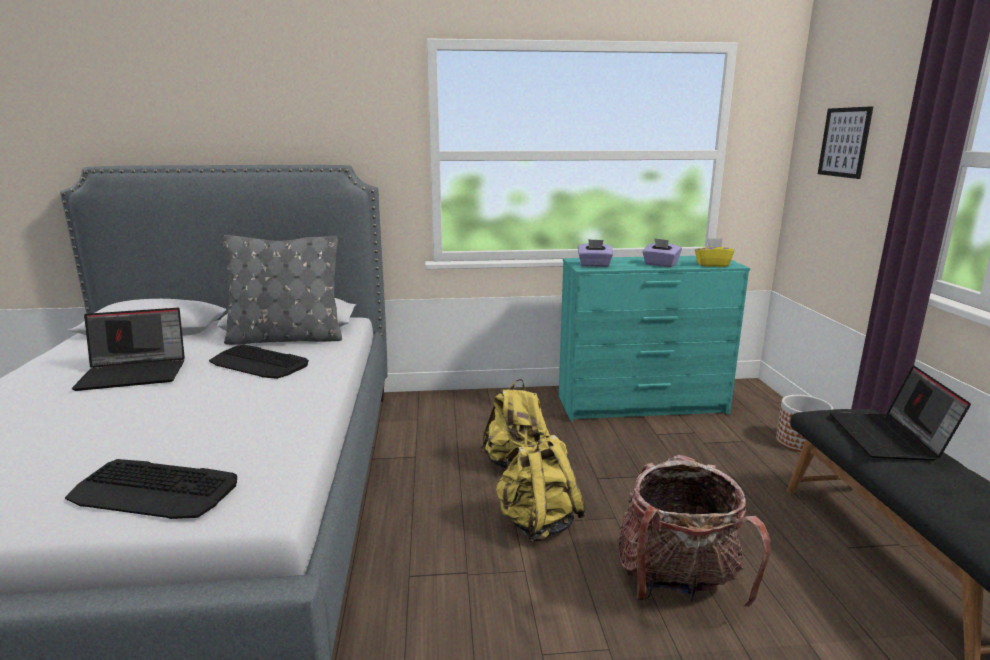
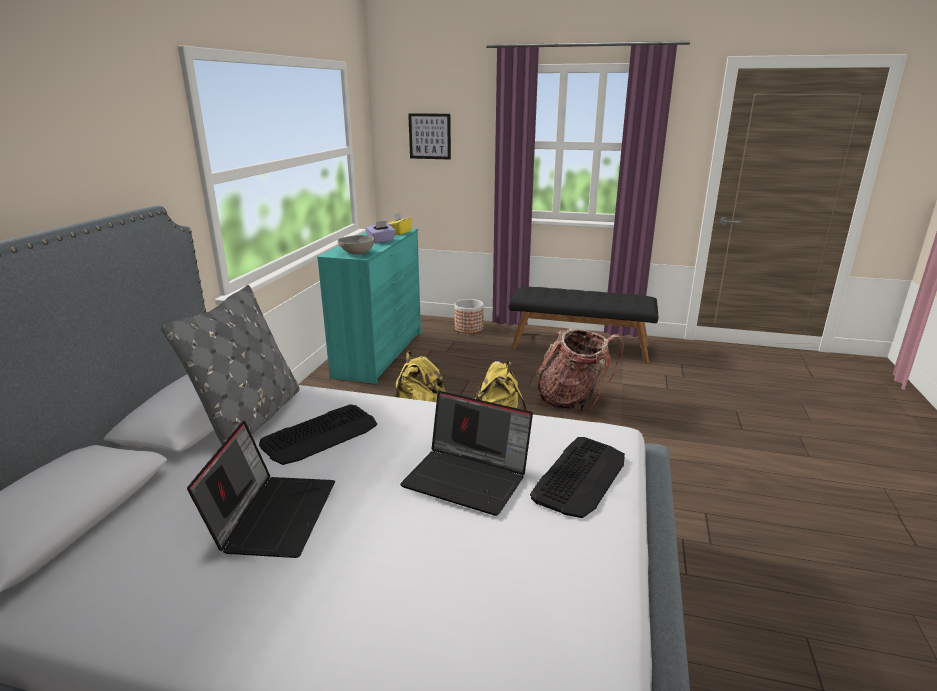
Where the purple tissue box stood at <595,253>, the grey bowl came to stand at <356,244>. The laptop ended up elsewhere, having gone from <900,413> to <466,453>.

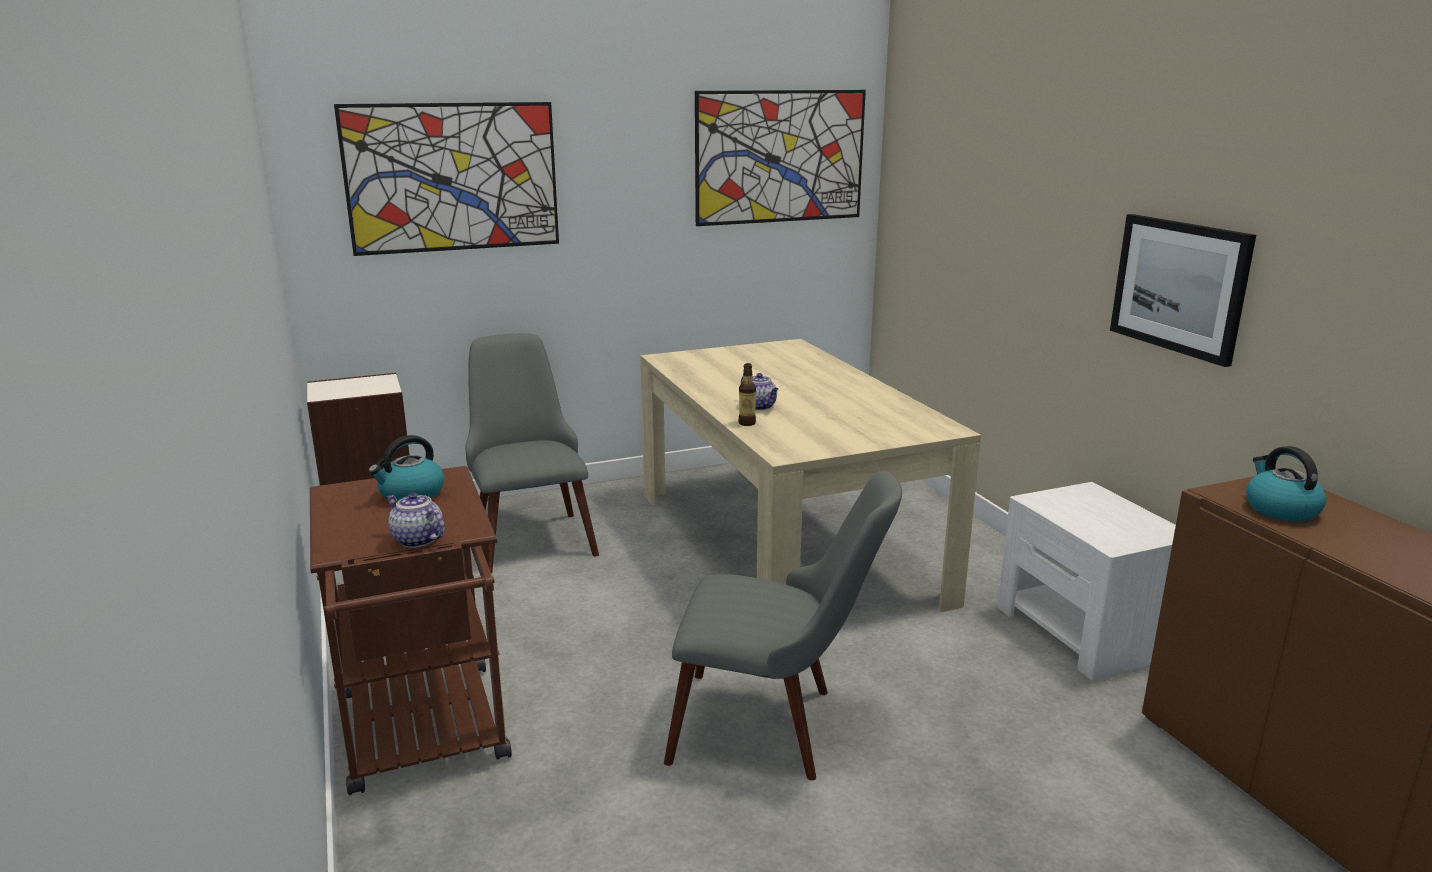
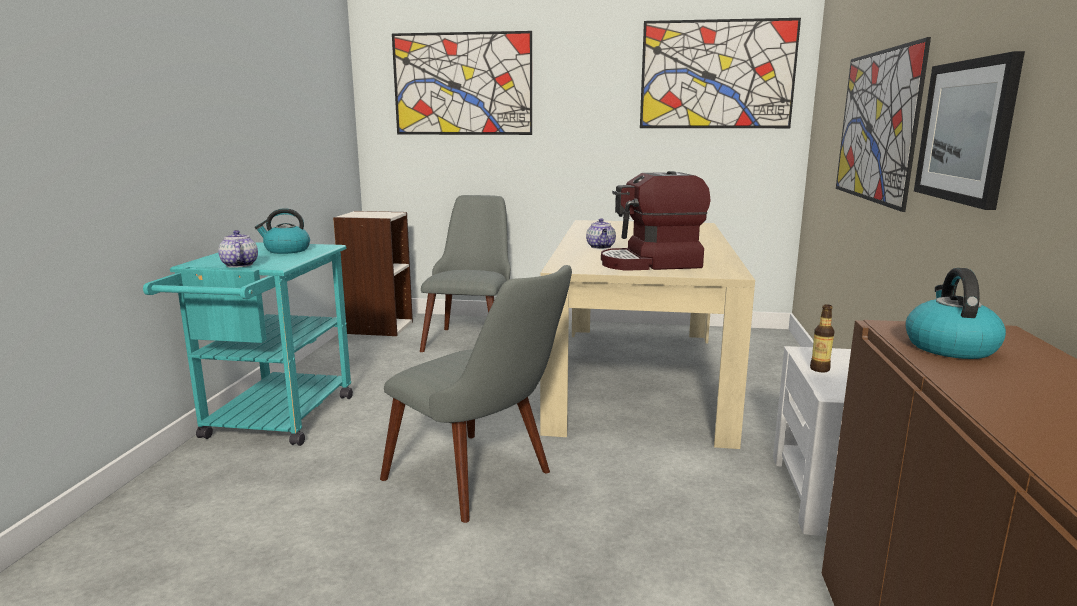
The bottle ended up elsewhere, having gone from <747,394> to <822,338>. What was the brown cart at <411,630> turned into the turquoise cart at <248,344>. The second view gained the picture at <883,124>. The second view gained the coffee machine at <655,221>.

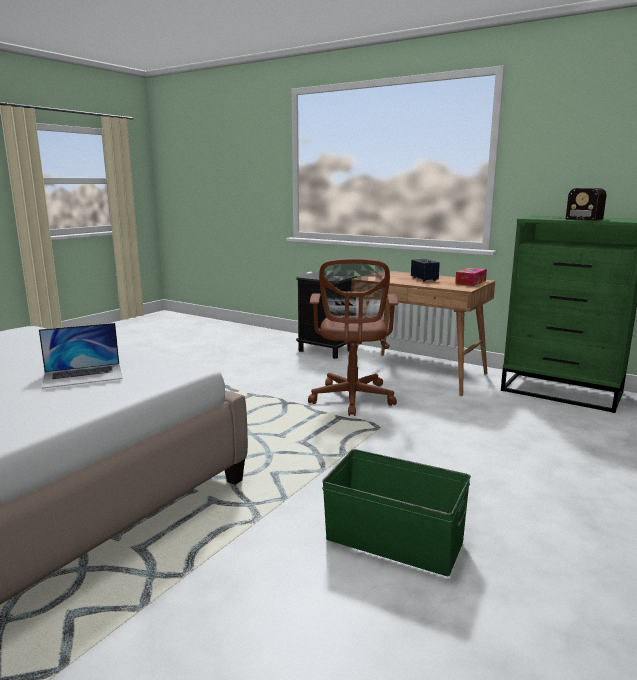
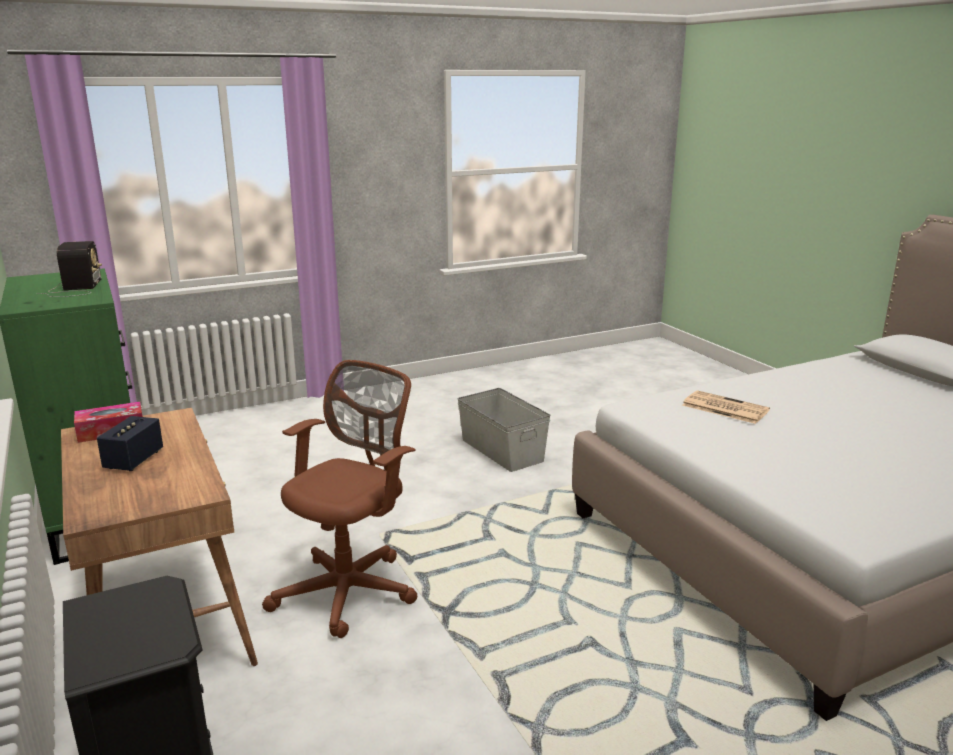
Where the laptop stood at <81,356>, the newspaper came to stand at <726,407>. What was the green storage box at <396,512> turned into the grey storage box at <504,430>.

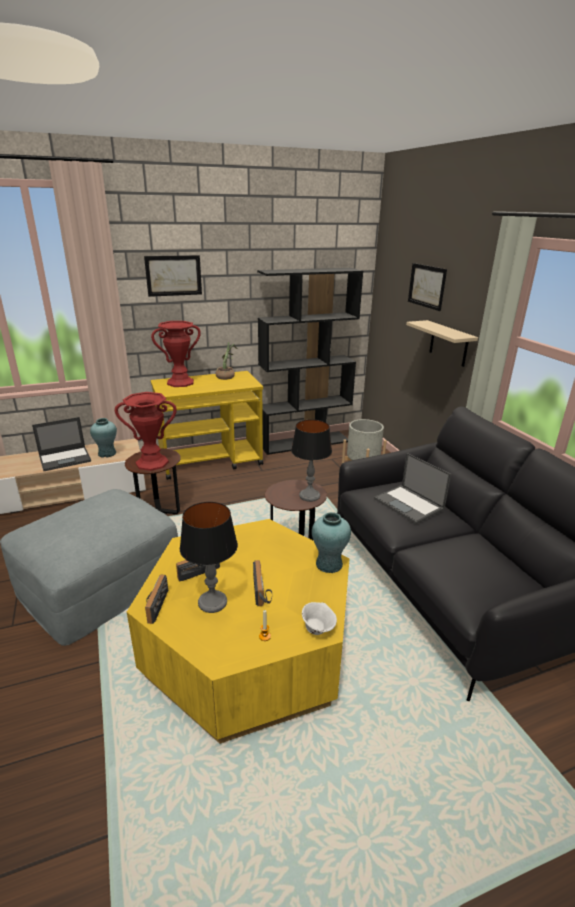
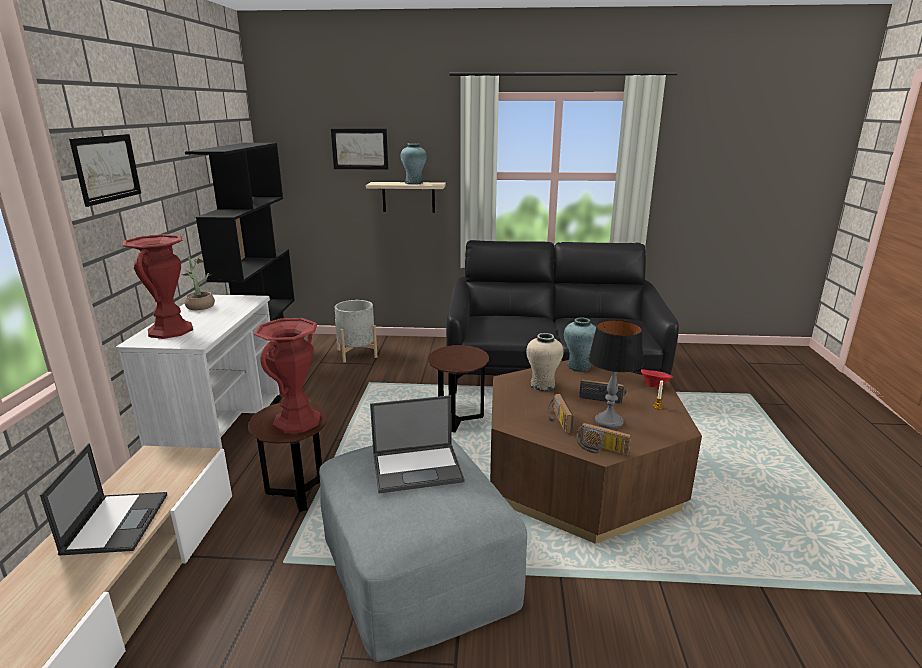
What was the yellow cart at <207,425> turned into the white cart at <198,382>. The turquoise vase ended up elsewhere, having gone from <103,438> to <414,164>. The second view lost the table lamp at <311,460>. The laptop ended up elsewhere, having gone from <412,488> to <417,444>. What was the yellow coffee table at <238,631> turned into the brown coffee table at <596,452>. What was the white bowl at <319,618> turned into the red bowl at <657,378>. The second view gained the beige vase at <545,362>.

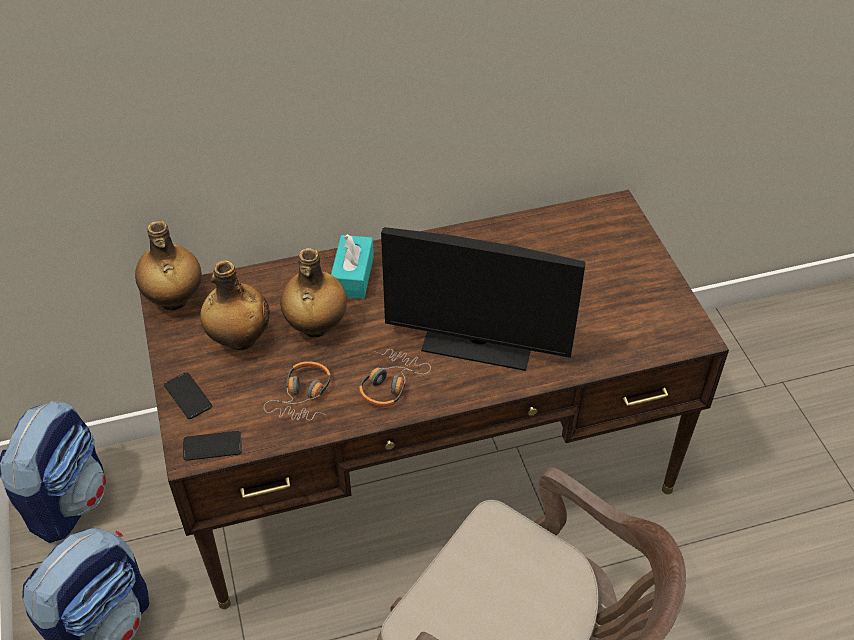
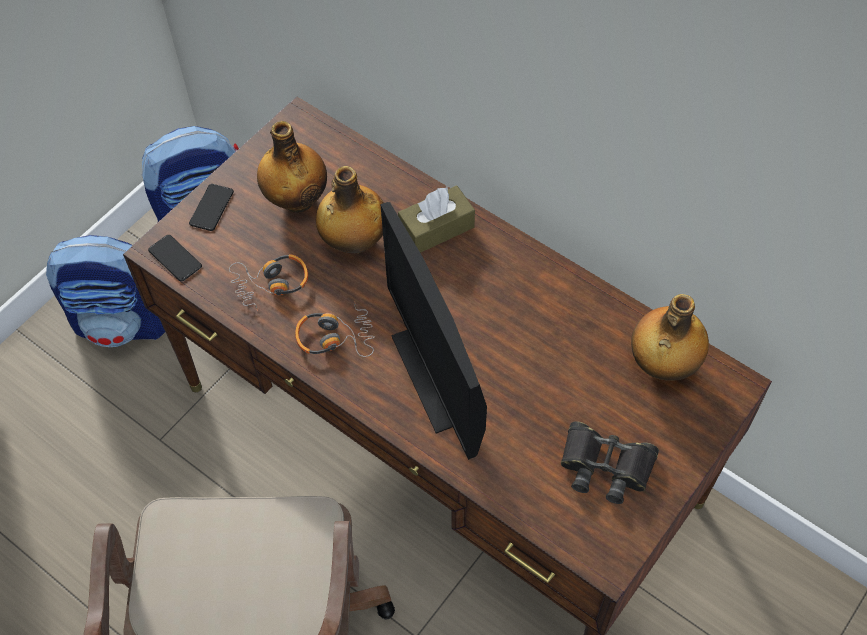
The bottle ended up elsewhere, having gone from <168,265> to <670,337>. What was the turquoise tissue box at <352,266> turned into the brown tissue box at <436,219>. The second view gained the black binoculars at <610,462>.

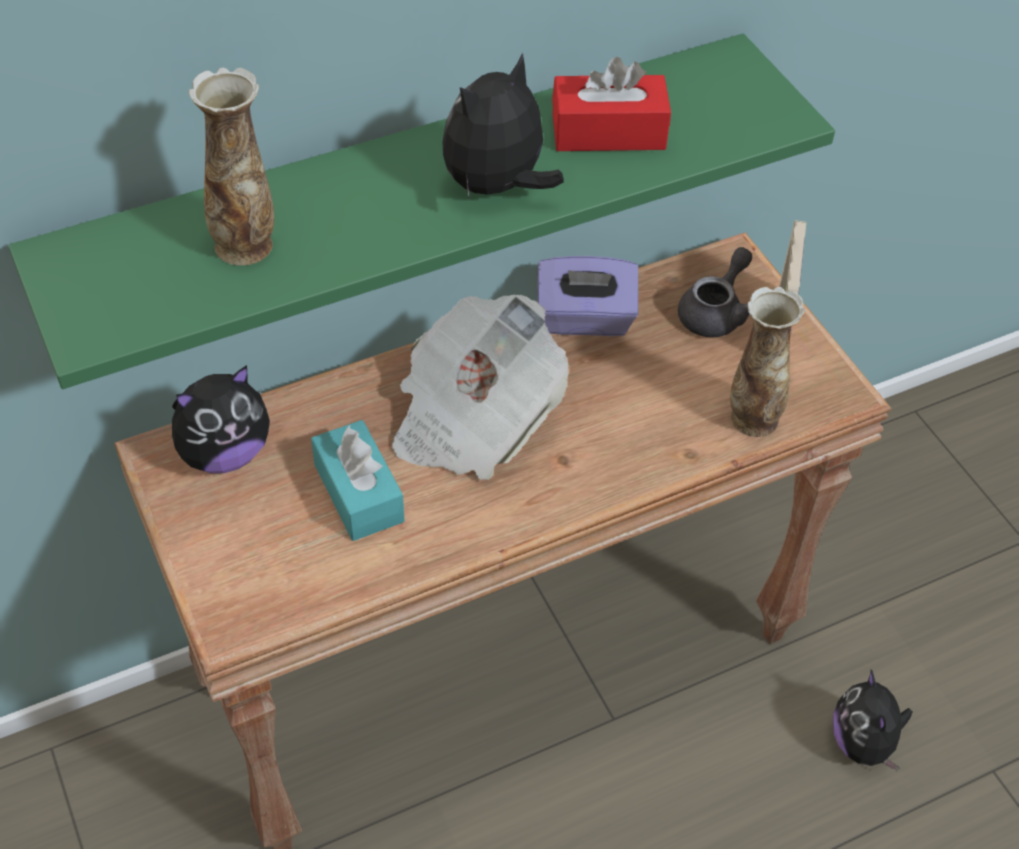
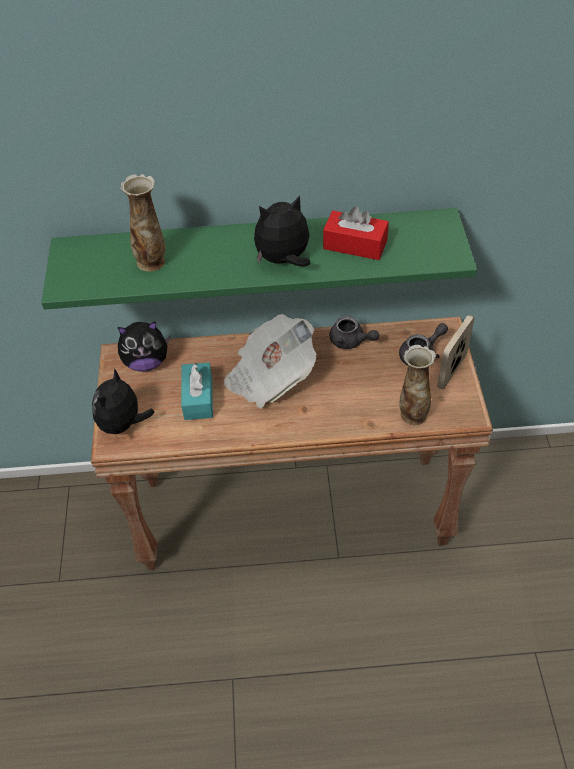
Where the purple tissue box stood at <588,296>, the grey teapot came to stand at <354,332>. The plush toy ended up elsewhere, having gone from <873,720> to <123,403>.

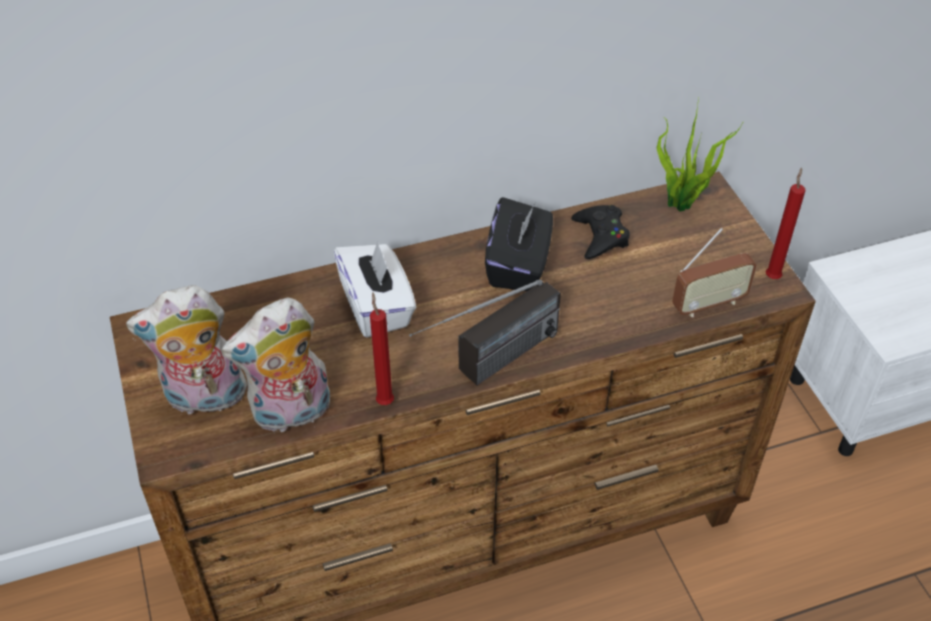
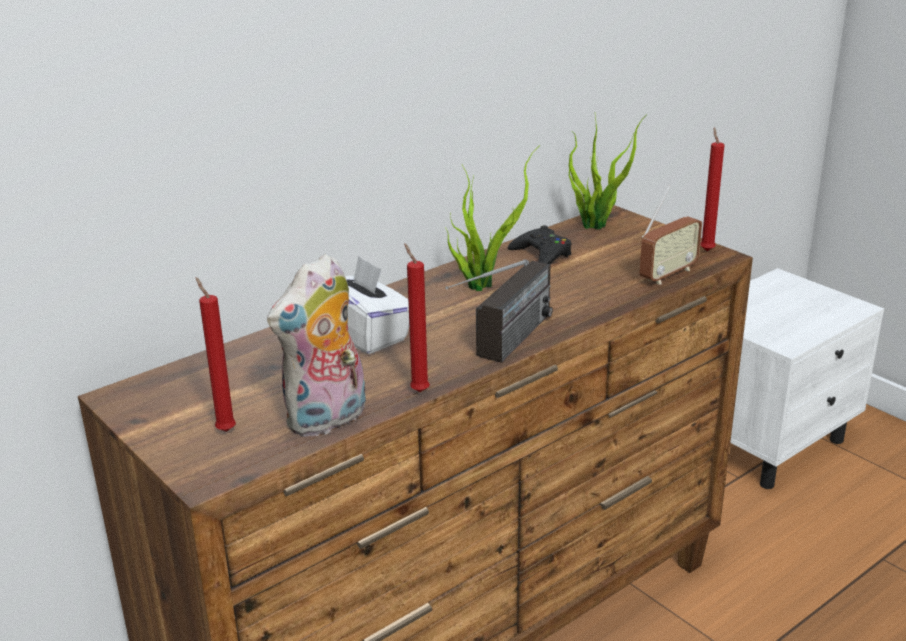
Where the black tissue box stood at <519,244>, the potted plant came to stand at <492,218>. Where the plush toy stood at <186,351>, the red candle came to stand at <216,354>.

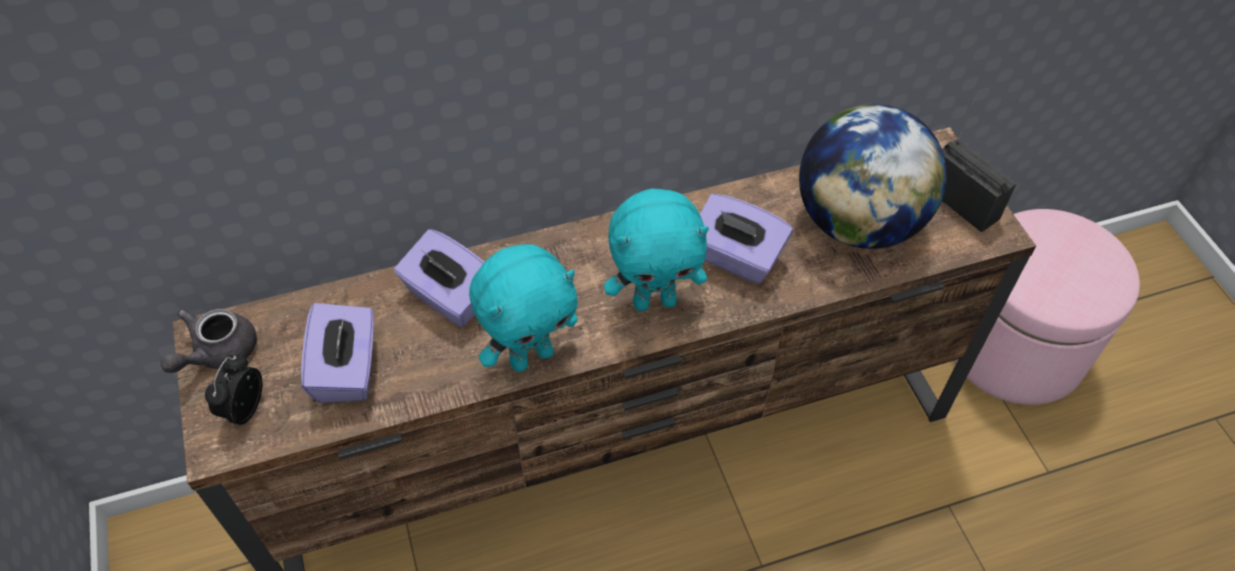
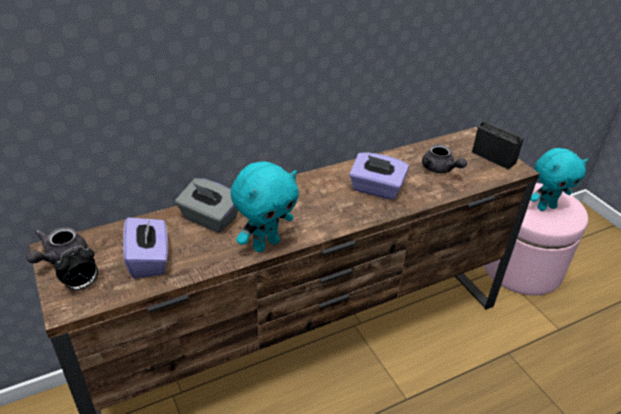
Where the globe stood at <873,176>, the grey teapot came to stand at <444,159>. The turquoise plush toy ended up elsewhere, having gone from <656,249> to <559,179>. What was the purple tissue box at <439,278> turned into the grey tissue box at <206,205>. The alarm clock at <233,390> ended up facing another way, 135 degrees counterclockwise from before.

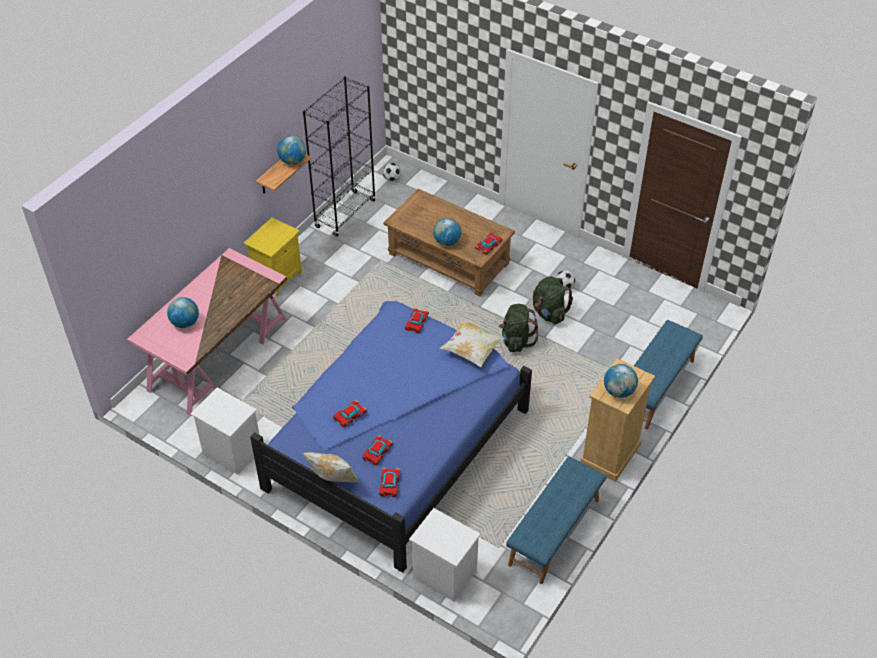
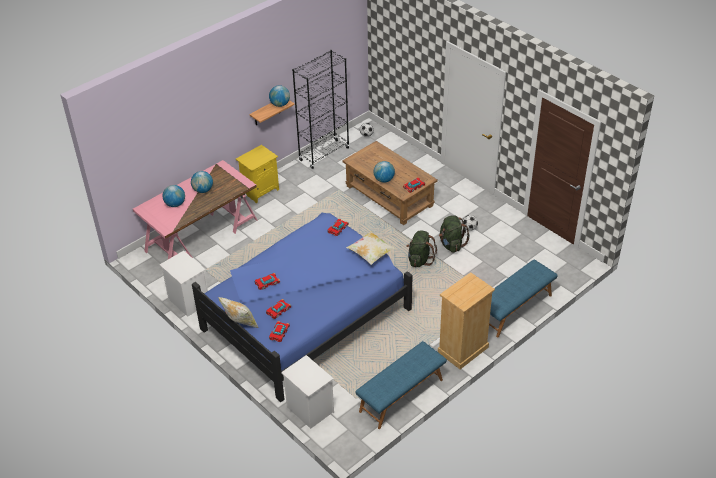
The globe ended up elsewhere, having gone from <621,381> to <202,182>.

